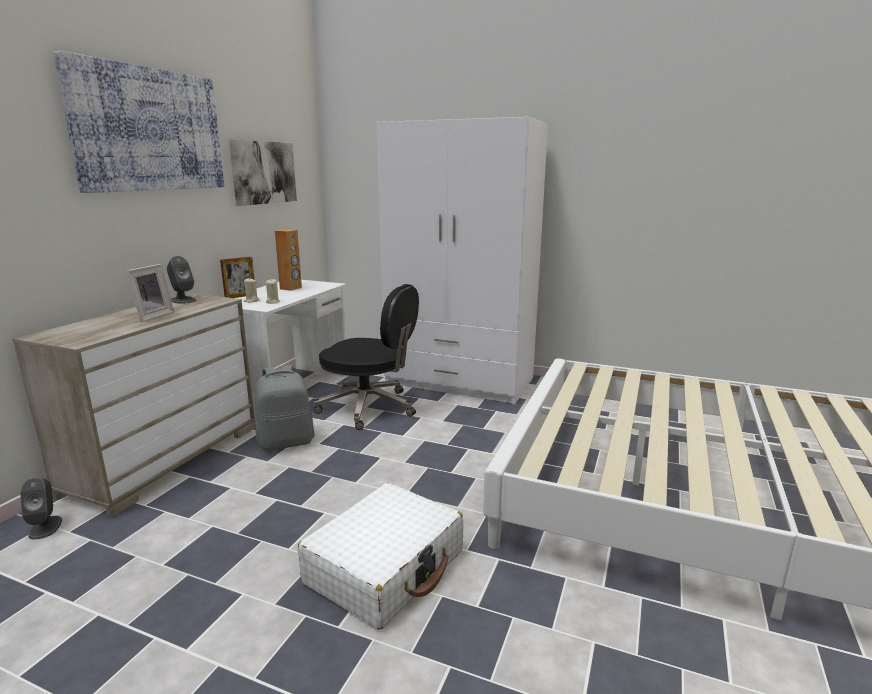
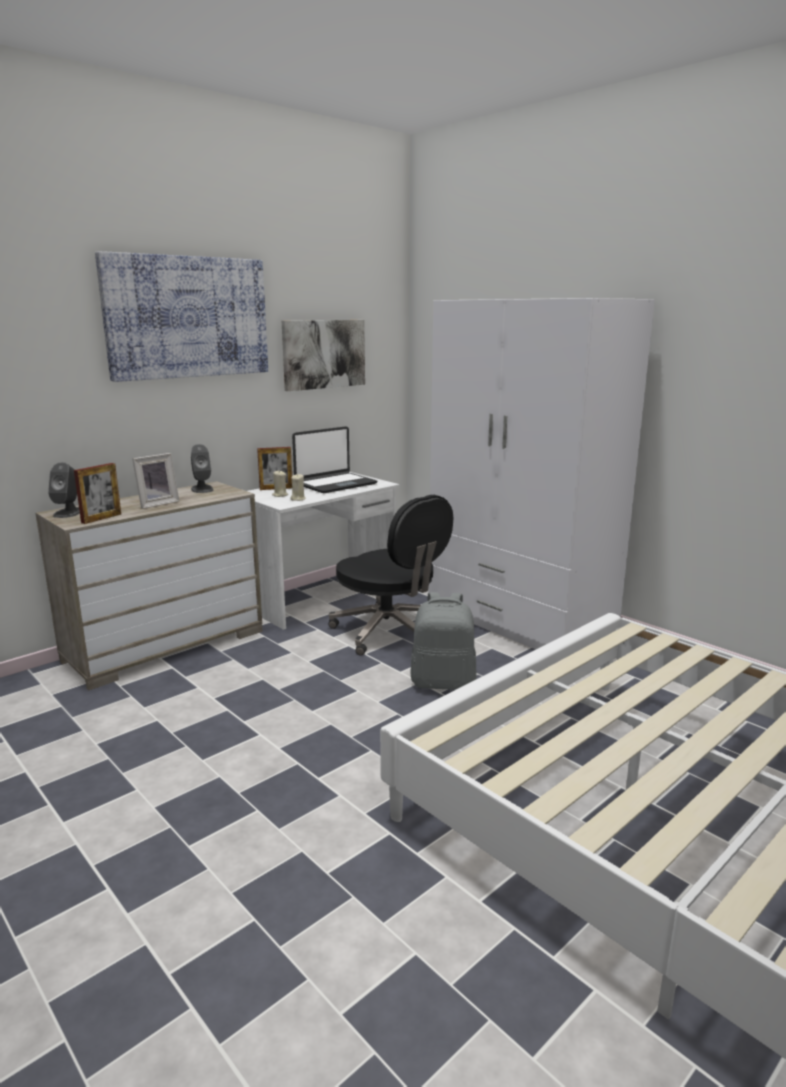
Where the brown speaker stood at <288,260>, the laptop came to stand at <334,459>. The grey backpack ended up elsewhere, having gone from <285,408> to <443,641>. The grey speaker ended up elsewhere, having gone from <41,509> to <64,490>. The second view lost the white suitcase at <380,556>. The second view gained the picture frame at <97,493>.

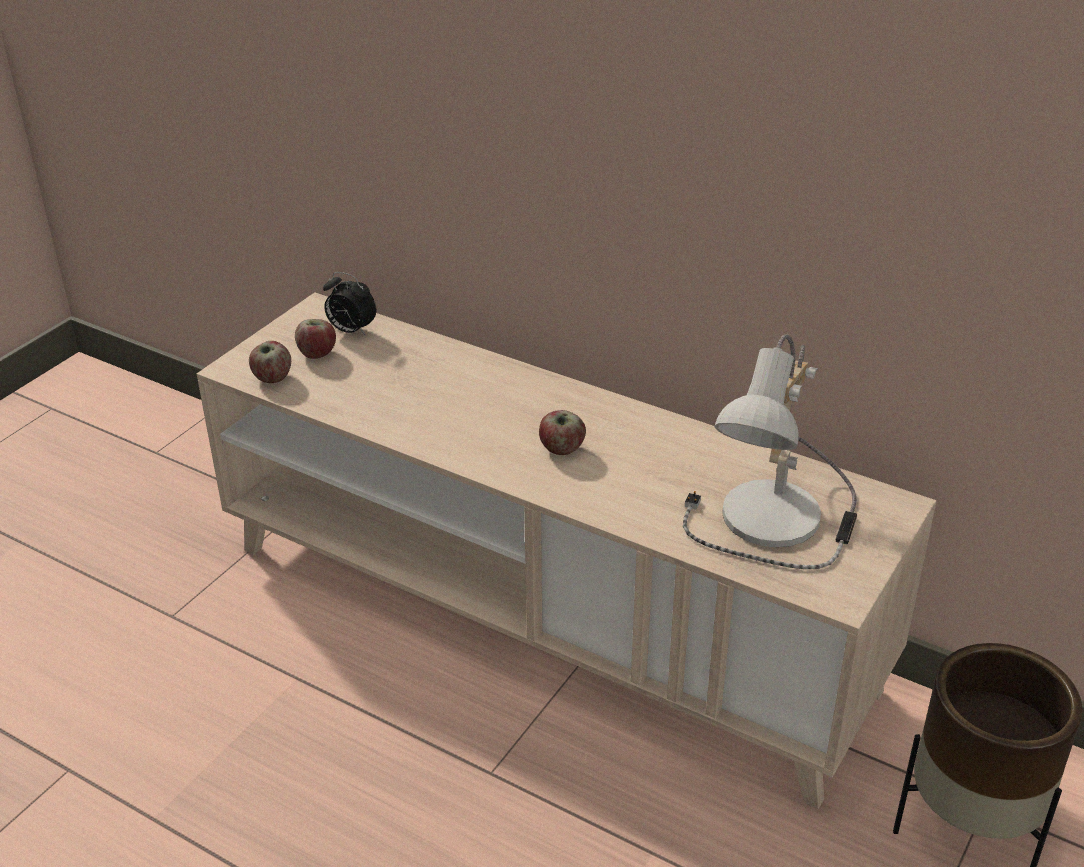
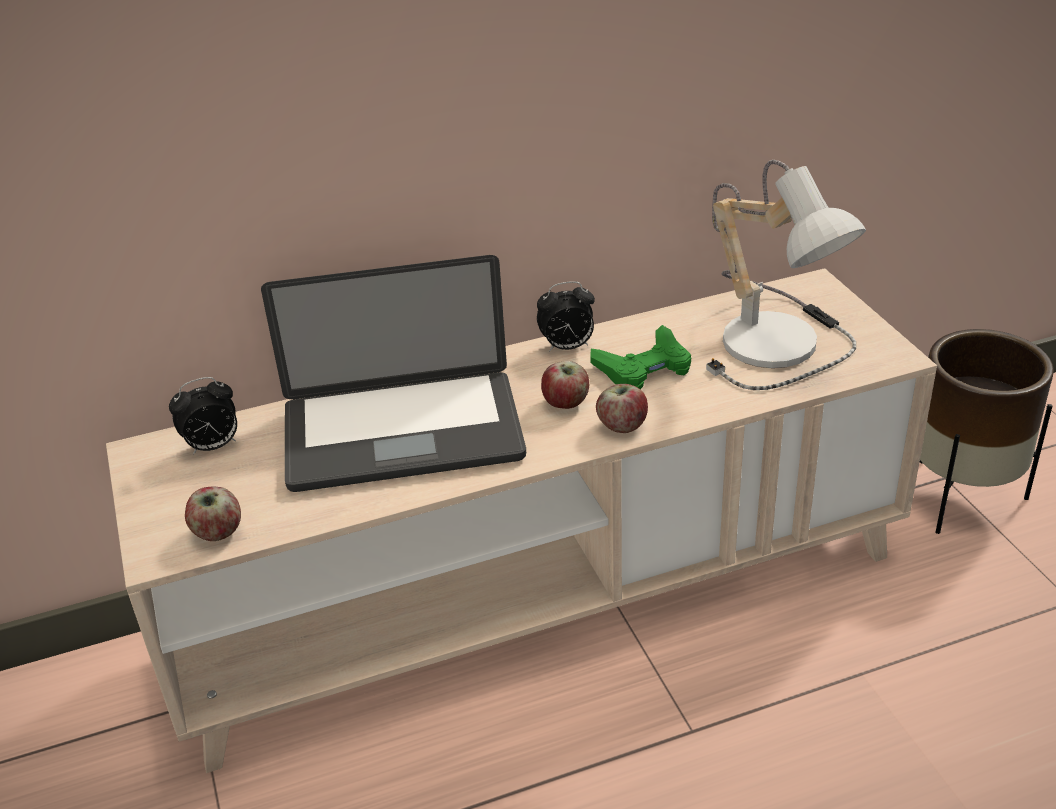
The apple ended up elsewhere, having gone from <315,339> to <622,408>. The second view gained the laptop at <393,373>. The second view gained the alarm clock at <566,316>. The second view gained the green game controller at <640,357>.

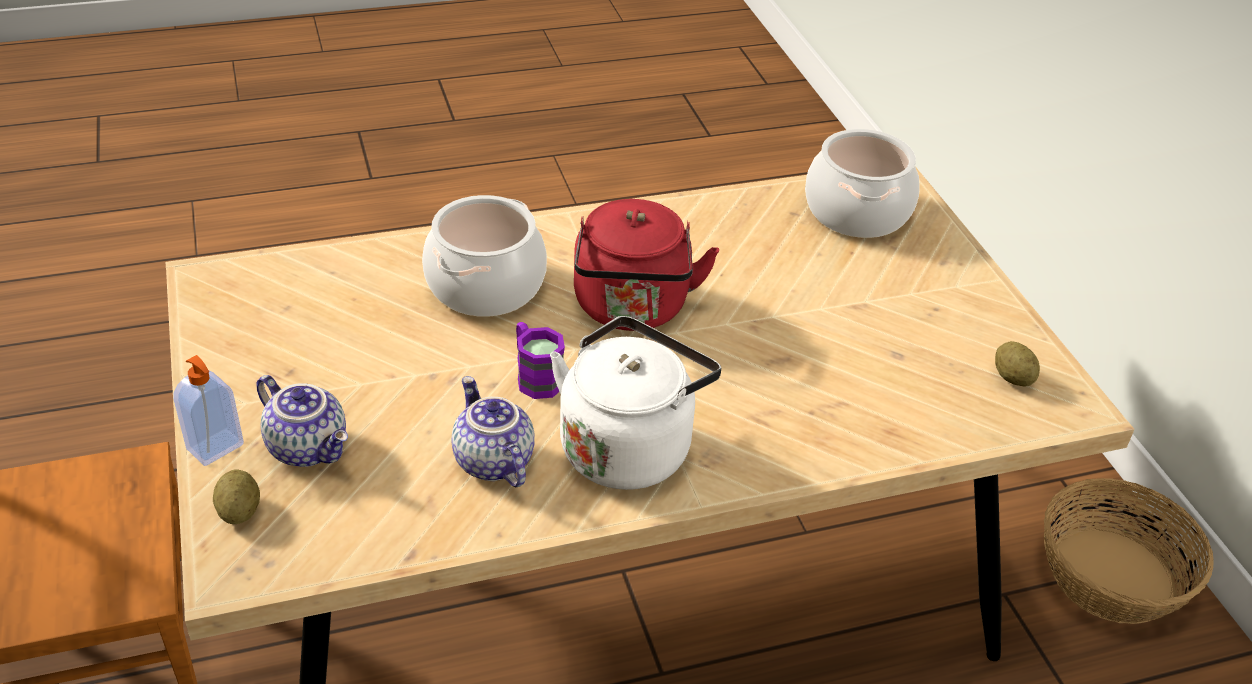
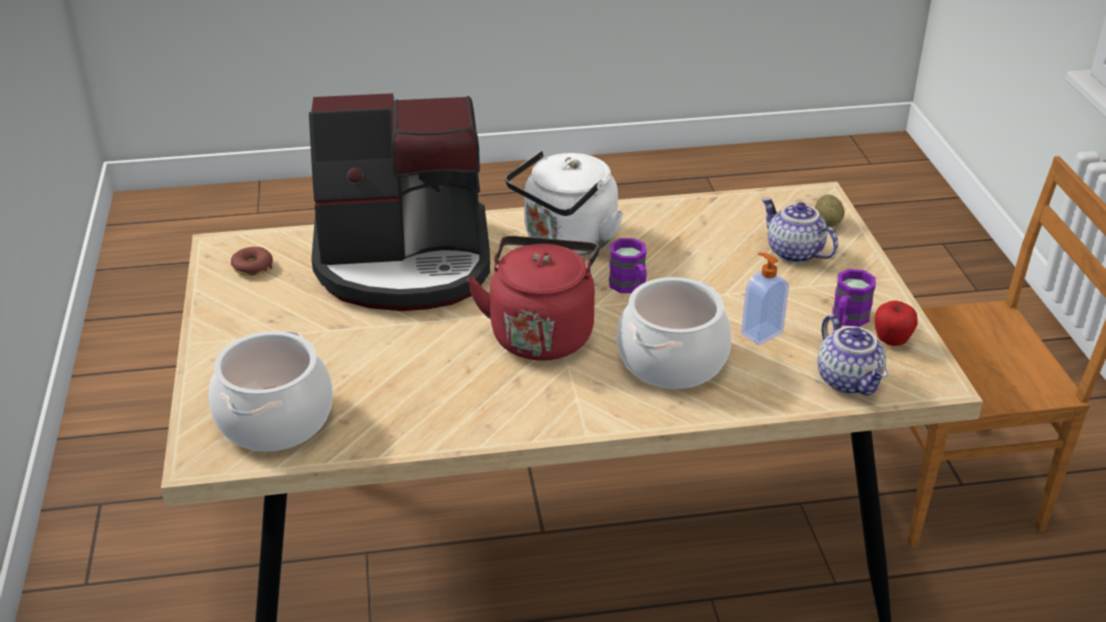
Where the potato stood at <1017,364>, the donut came to stand at <252,261>. The soap dispenser ended up elsewhere, having gone from <208,410> to <765,298>. The teapot ended up elsewhere, having gone from <493,431> to <853,354>. The second view lost the basket at <1129,551>. The second view gained the coffee machine at <399,202>. The second view gained the purple mug at <854,298>. The second view gained the apple at <896,323>.

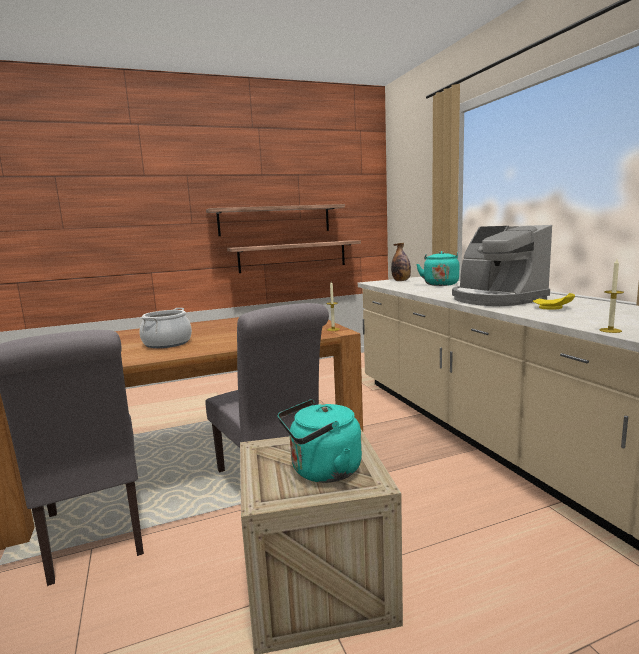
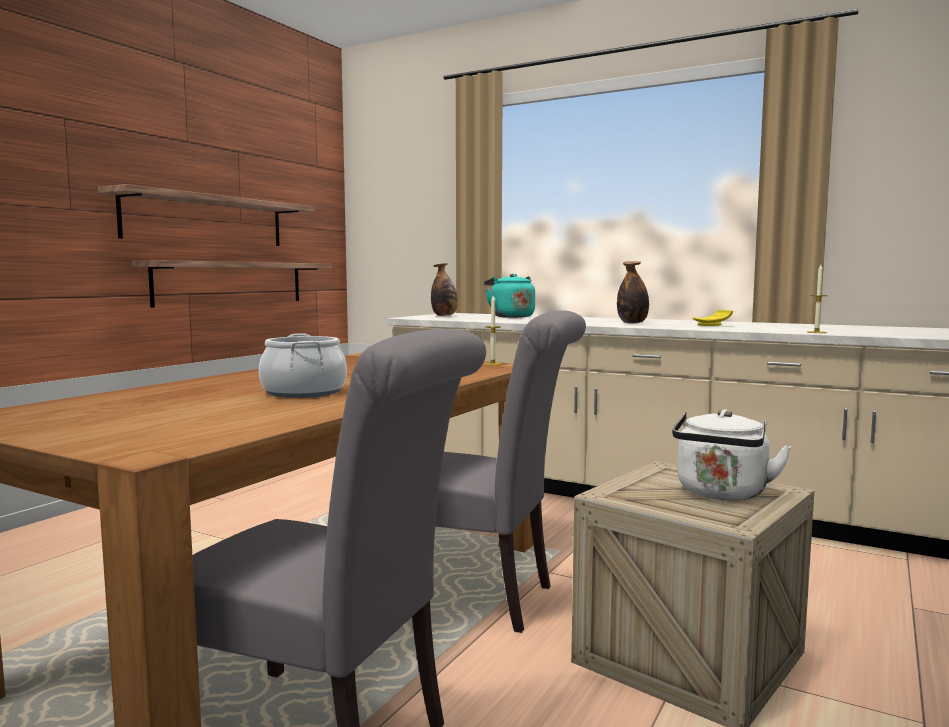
Where the coffee machine stood at <502,265>, the bottle came to stand at <633,292>. What was the turquoise kettle at <320,441> turned into the white kettle at <732,454>.

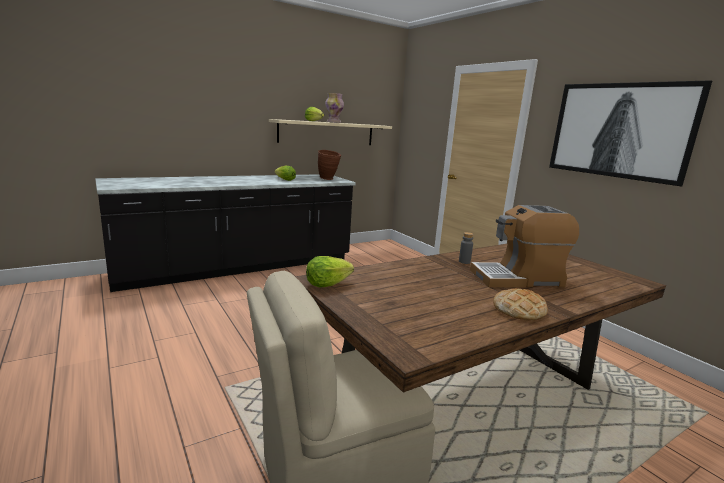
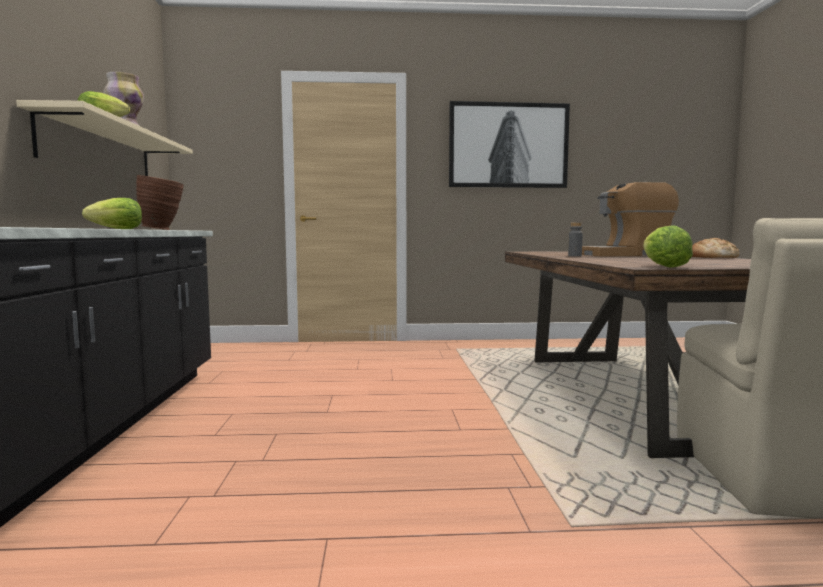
The coffee machine at <524,246> ended up facing another way, 60 degrees clockwise from before.

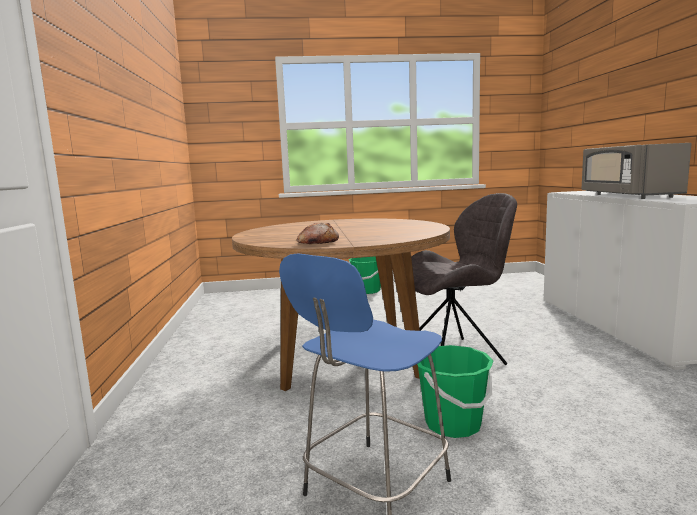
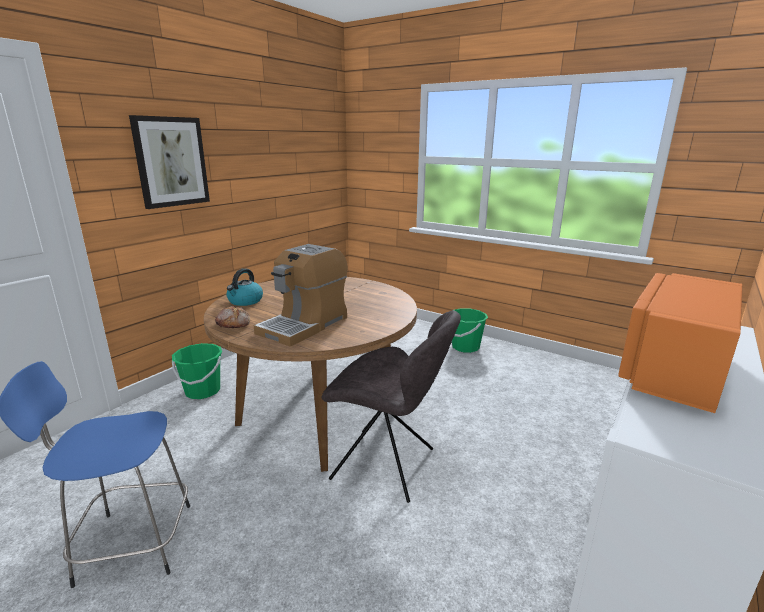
What was the grey microwave at <637,171> turned into the orange microwave at <680,343>. The green bucket ended up elsewhere, having gone from <455,391> to <197,371>. The second view gained the picture at <169,162>. The second view gained the coffee machine at <301,295>. The second view gained the kettle at <244,287>.

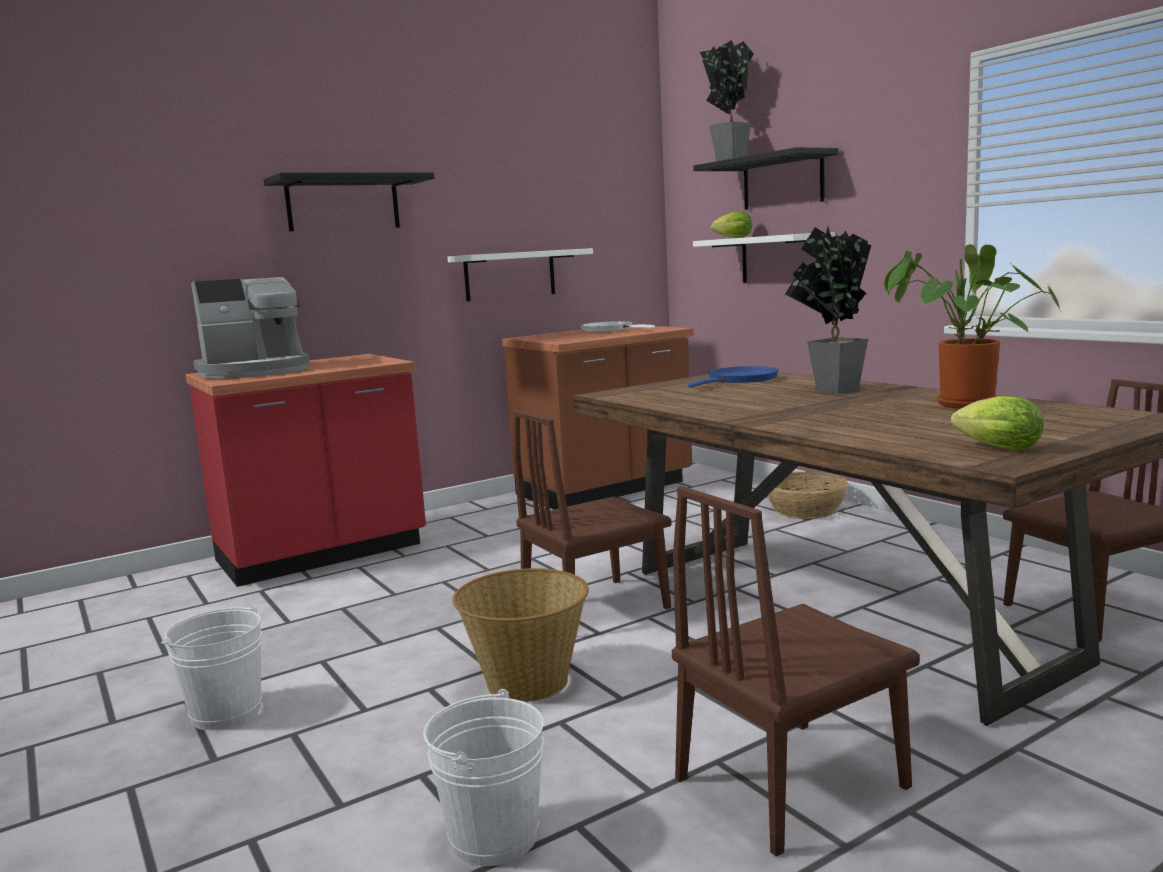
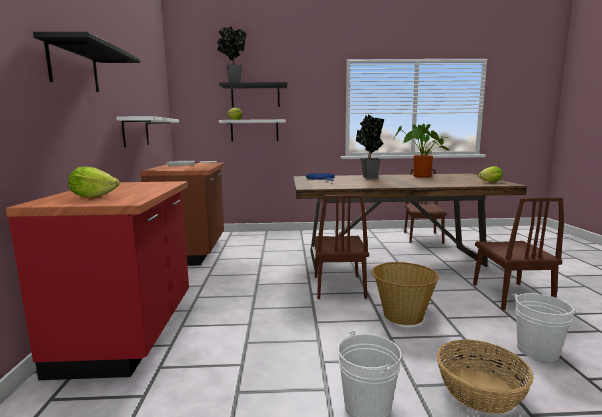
Where the coffee machine stood at <250,328>, the lettuce came to stand at <94,182>. The basket ended up elsewhere, having gone from <807,495> to <485,376>.

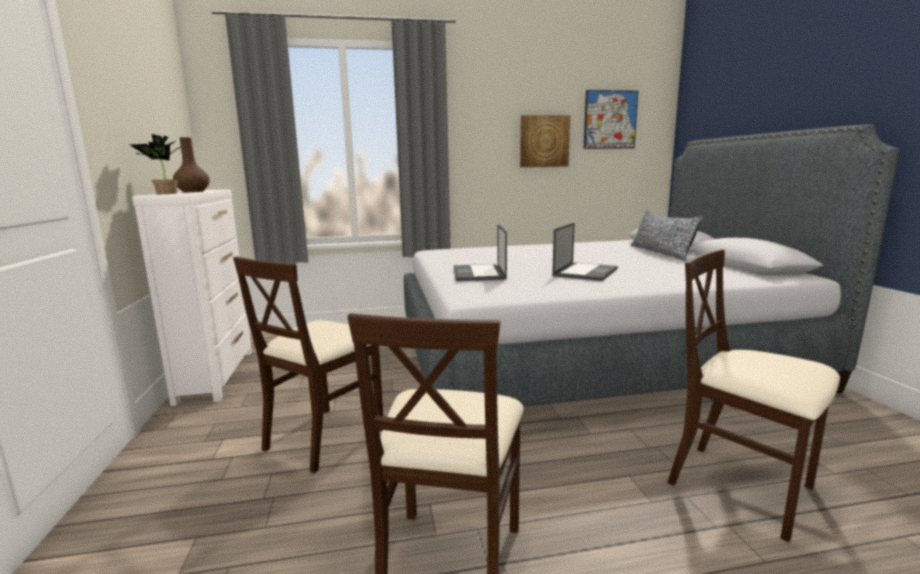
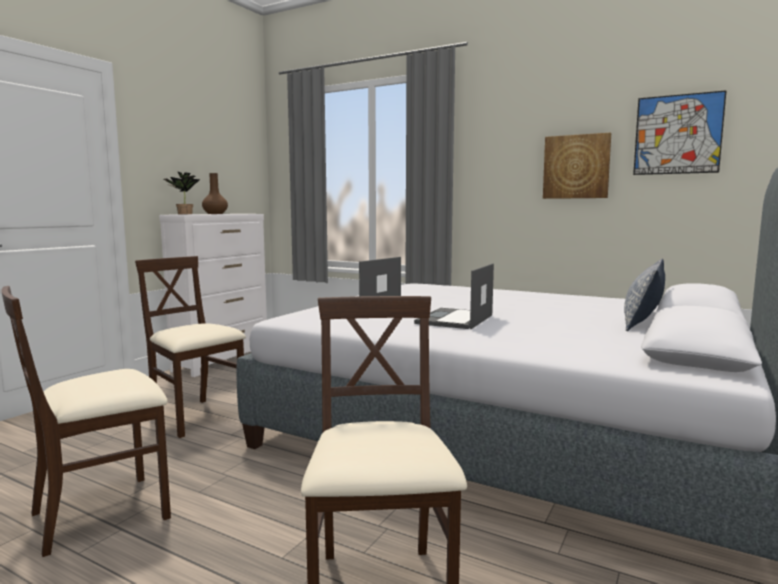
The laptop at <585,252> ended up facing another way, 135 degrees clockwise from before. The beige chair at <308,364> ended up facing another way, 60 degrees clockwise from before.

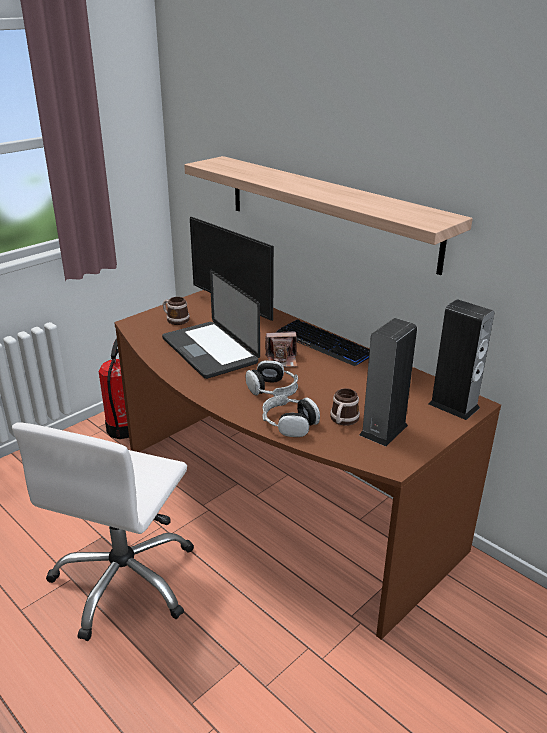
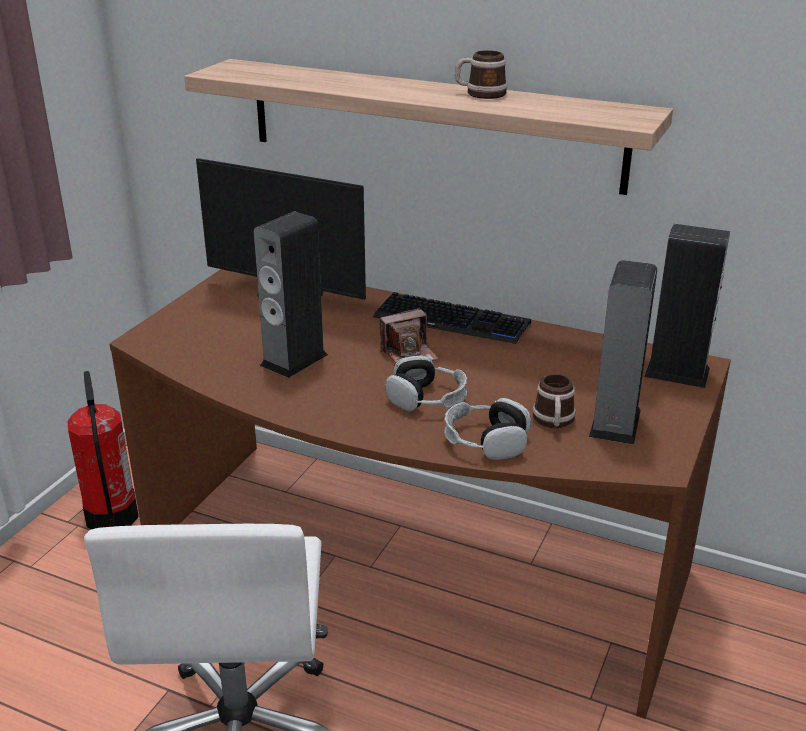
Where the laptop stood at <211,324>, the speaker came to stand at <291,294>. The mug ended up elsewhere, having gone from <176,311> to <481,74>.

